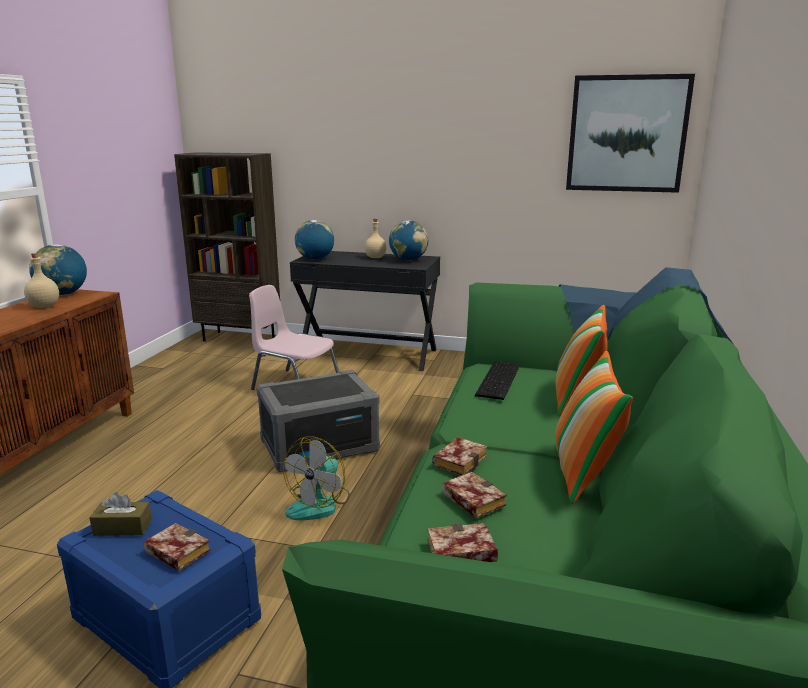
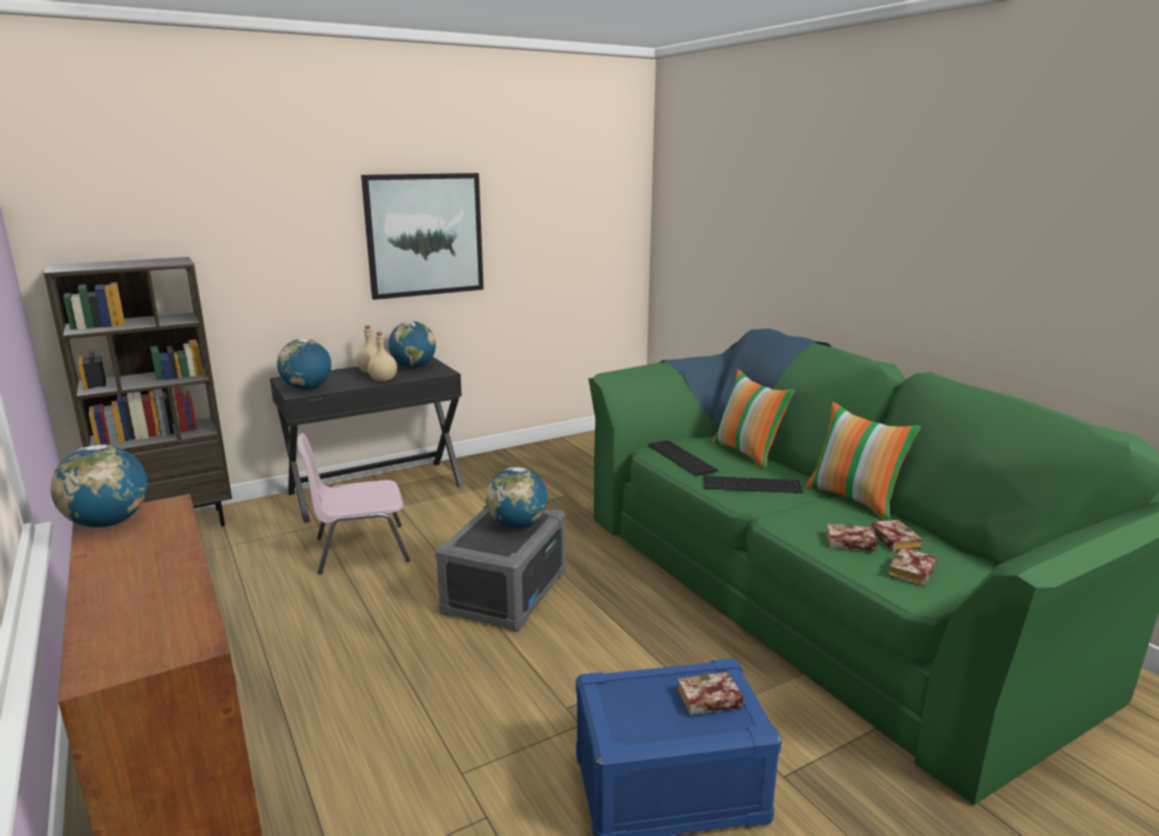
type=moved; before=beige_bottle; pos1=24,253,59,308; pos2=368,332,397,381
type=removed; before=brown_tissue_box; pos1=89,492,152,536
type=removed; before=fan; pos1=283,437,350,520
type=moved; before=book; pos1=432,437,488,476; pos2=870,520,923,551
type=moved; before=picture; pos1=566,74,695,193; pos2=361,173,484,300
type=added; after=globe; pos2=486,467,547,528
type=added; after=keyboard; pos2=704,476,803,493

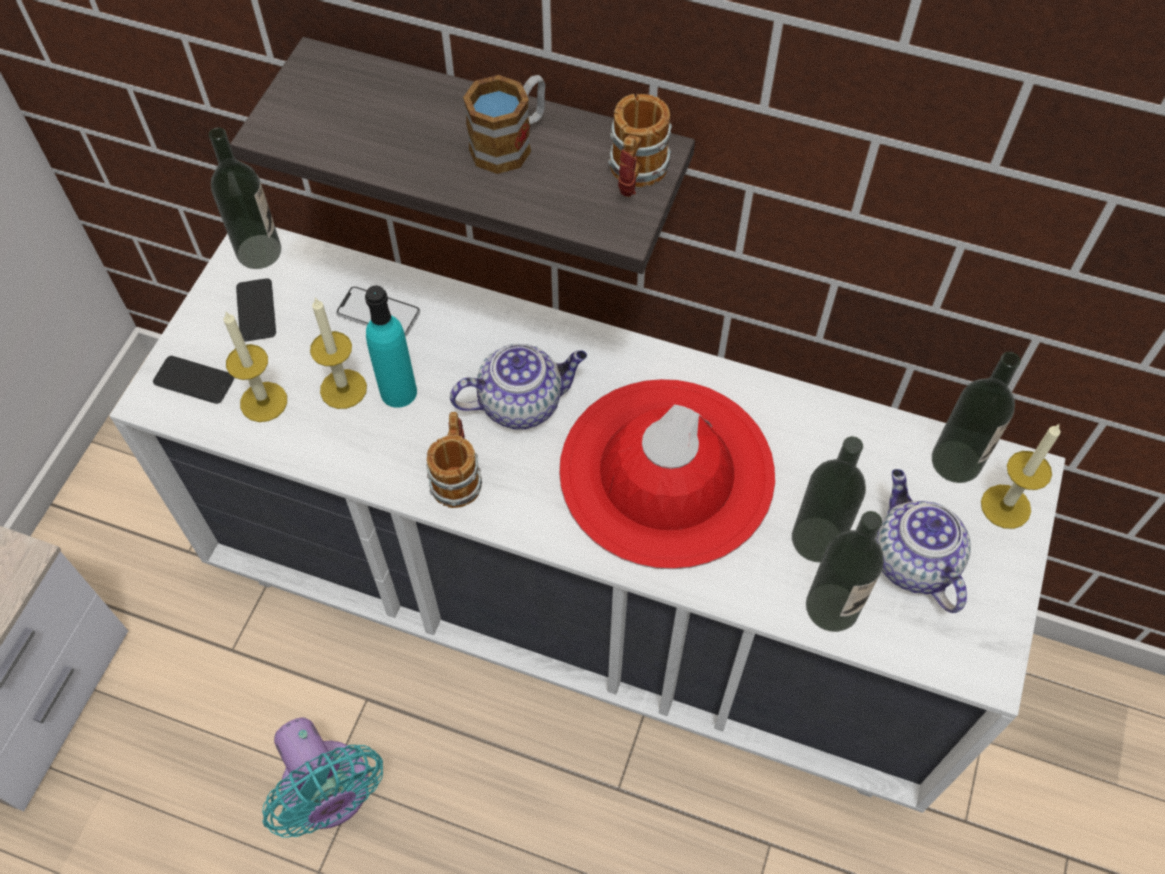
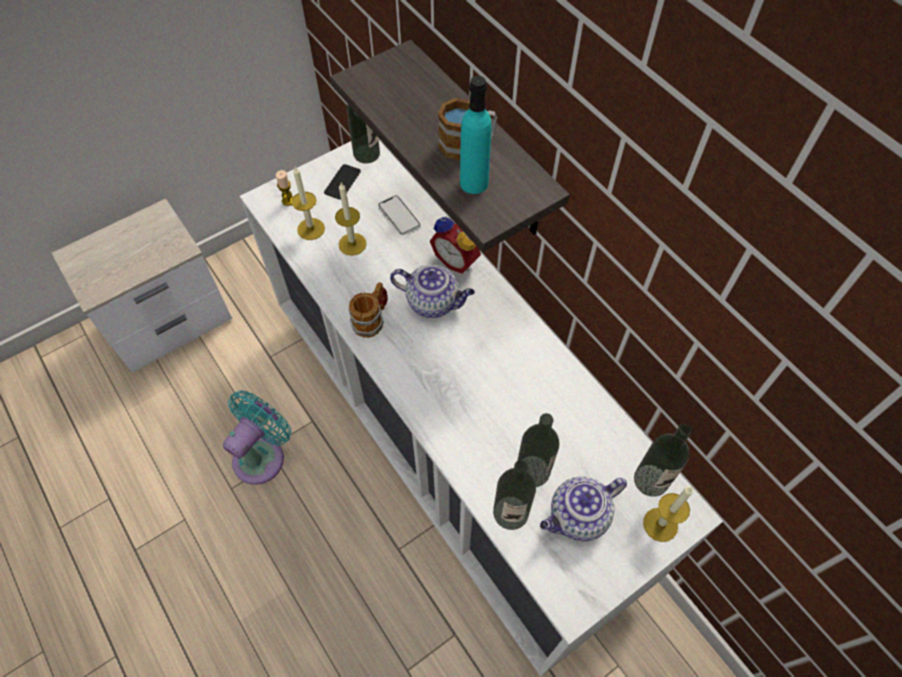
type=replaced; before=phone; after=candle; pos1=153,356,235,404; pos2=276,170,293,206
type=turned; before=turquoise_fan; pos1=262,717,383,838; pos2=223,391,291,485; turn=-150
type=moved; before=turquoise_bottle; pos1=365,286,417,408; pos2=460,76,492,194
type=removed; before=red_hat; pos1=559,379,775,569
type=removed; before=mug; pos1=608,94,672,197
type=turned; before=teapot; pos1=875,469,971,613; pos2=540,477,627,541; turn=-135
type=added; after=alarm_clock; pos2=430,216,481,274

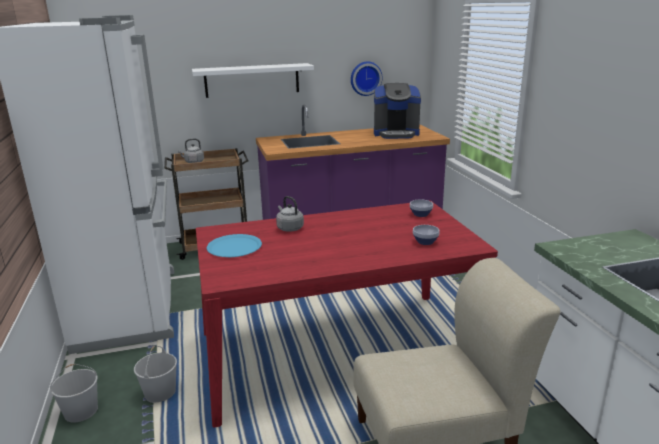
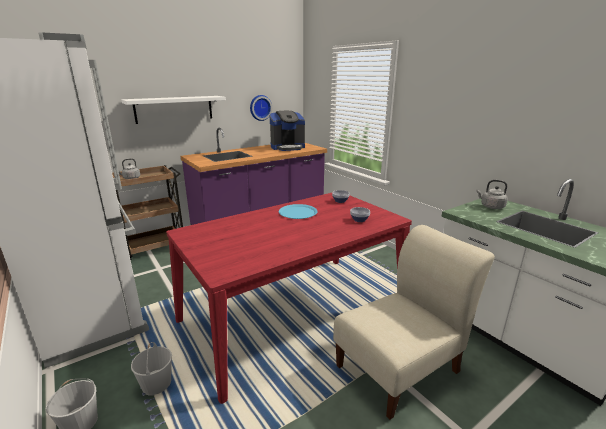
type=moved; before=blue_plate; pos1=207,234,262,257; pos2=279,204,318,219
type=moved; before=grey_kettle; pos1=276,196,304,232; pos2=476,180,508,209

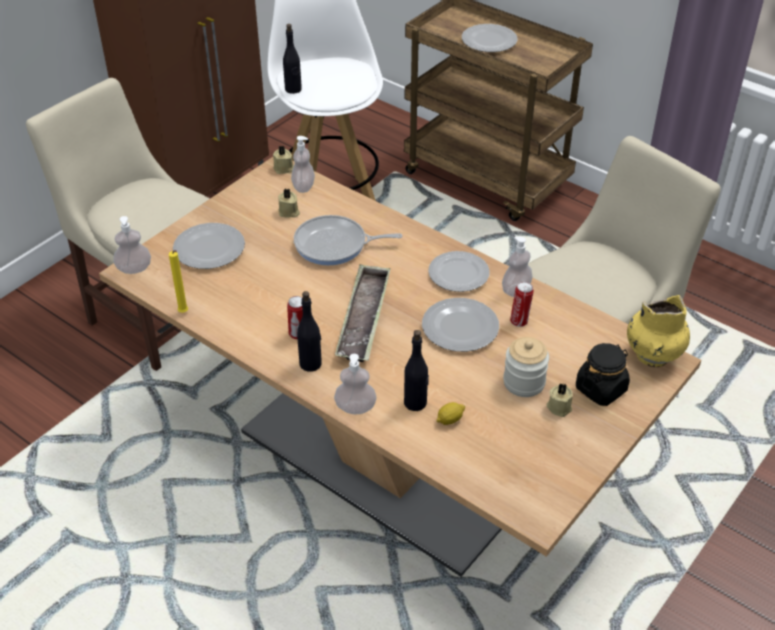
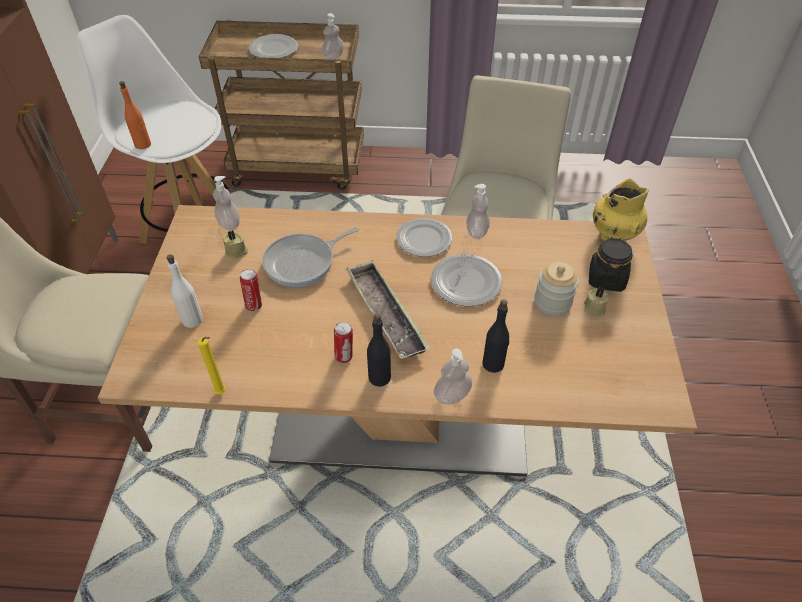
type=moved; before=soap_dispenser; pos1=113,216,151,274; pos2=322,13,344,59
type=replaced; before=plate; after=white_bottle; pos1=173,223,245,269; pos2=167,254,203,328
type=removed; before=beige_candle; pos1=273,146,294,174
type=recoloured; before=black_bottle; after=orange_bottle; pos1=283,24,302,94; pos2=119,81,151,149
type=removed; before=lemon; pos1=436,402,465,425
type=moved; before=can; pos1=510,282,534,327; pos2=240,269,262,311

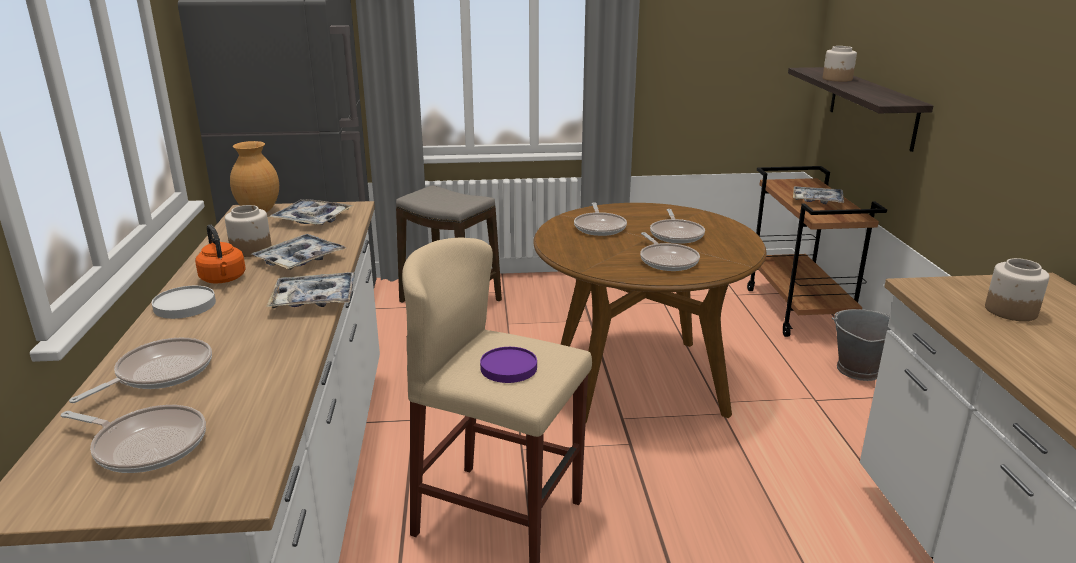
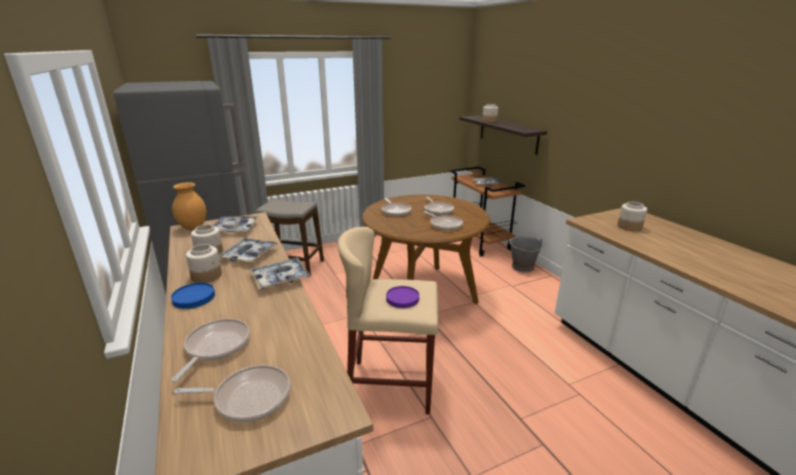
type=recoloured; before=white_plate; after=blue_plate; pos1=152,286,216,319; pos2=171,283,215,309
type=replaced; before=orange_kettle; after=jar; pos1=195,224,246,284; pos2=186,244,222,283

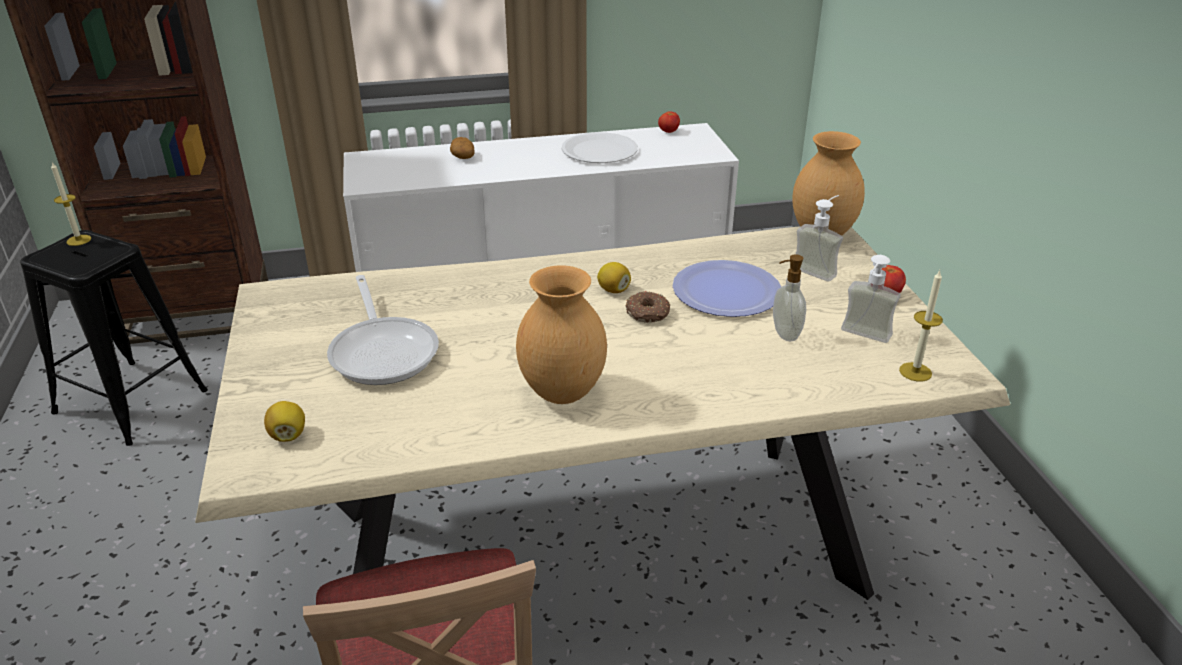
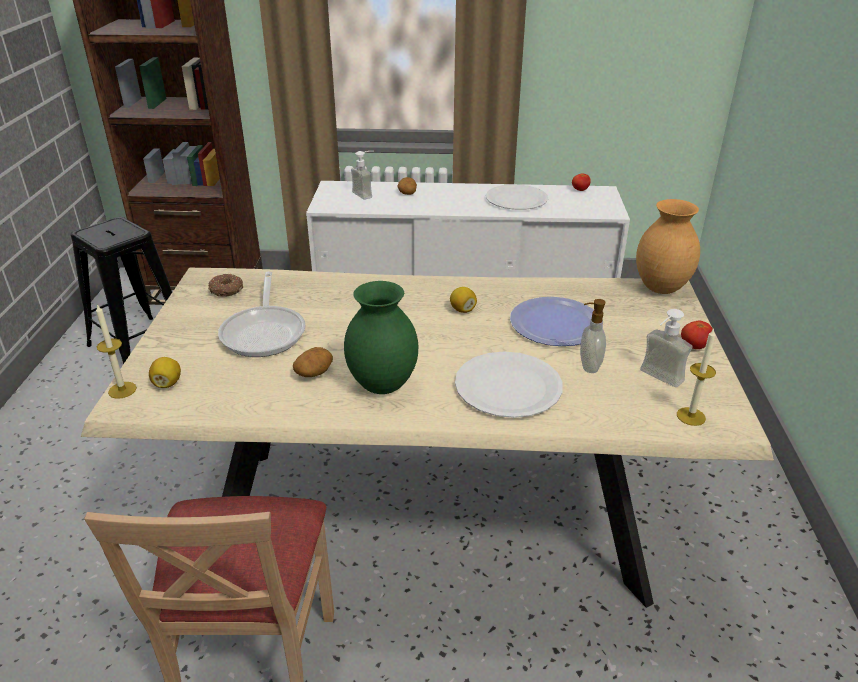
type=moved; before=candle; pos1=51,162,91,246; pos2=96,304,137,399
type=recoloured; before=brown_vase; after=green_vase; pos1=516,265,607,404; pos2=344,281,418,394
type=moved; before=donut; pos1=626,291,670,323; pos2=208,274,243,297
type=moved; before=soap_dispenser; pos1=796,195,843,282; pos2=351,151,374,200
type=added; after=potato; pos2=293,347,333,377
type=added; after=white_plate; pos2=455,351,563,418

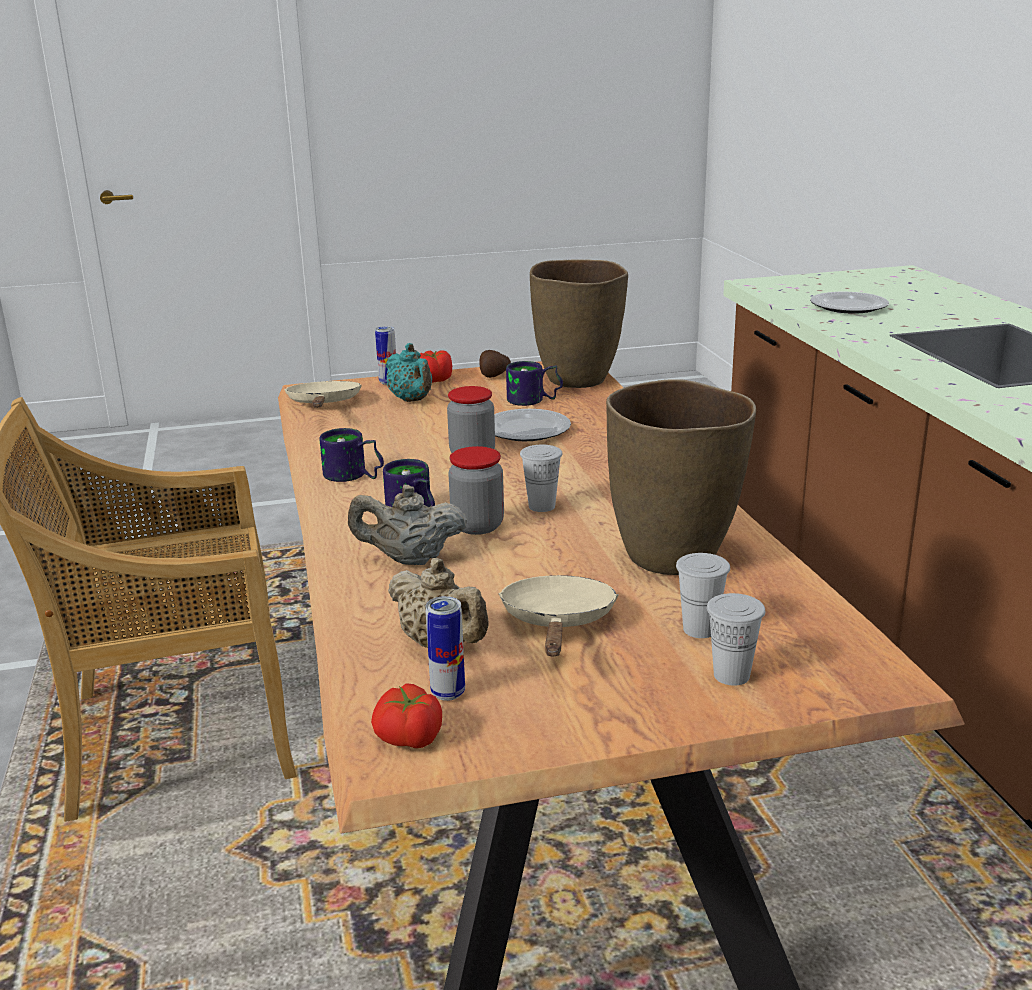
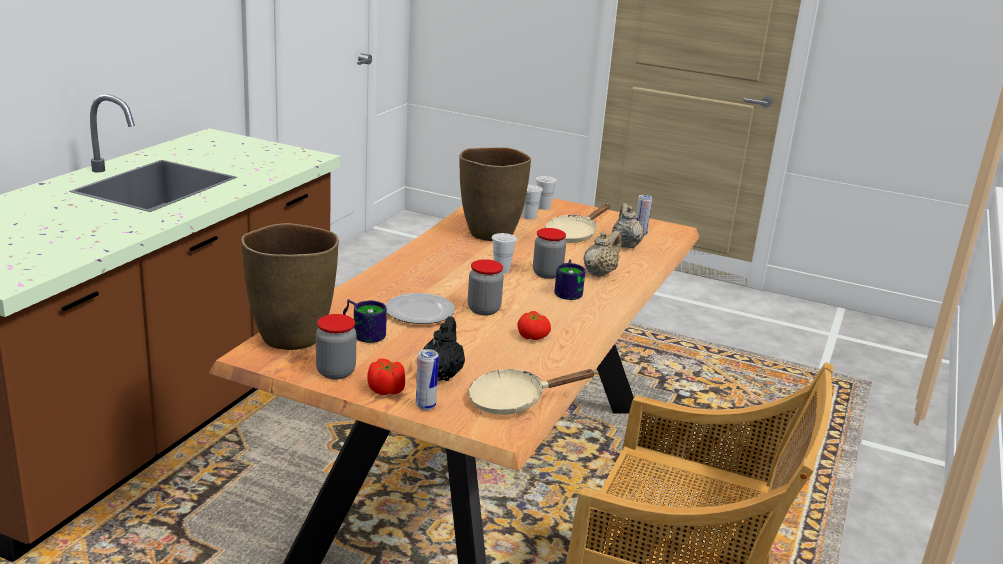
type=turned; before=beige_frying_pan; pos1=284,381,362,408; pos2=468,369,596,415; turn=45
type=removed; before=mug; pos1=320,428,384,482
type=turned; before=beige_teapot; pos1=348,485,467,565; pos2=583,231,622,277; turn=-90
type=moved; before=tomato; pos1=371,683,442,748; pos2=517,311,551,340
type=recoloured; before=turquoise_teapot; after=black_teapot; pos1=386,343,432,402; pos2=423,316,465,381
type=replaced; before=potato; after=jar; pos1=479,350,511,378; pos2=316,314,356,379
type=removed; before=plate; pos1=810,292,889,314

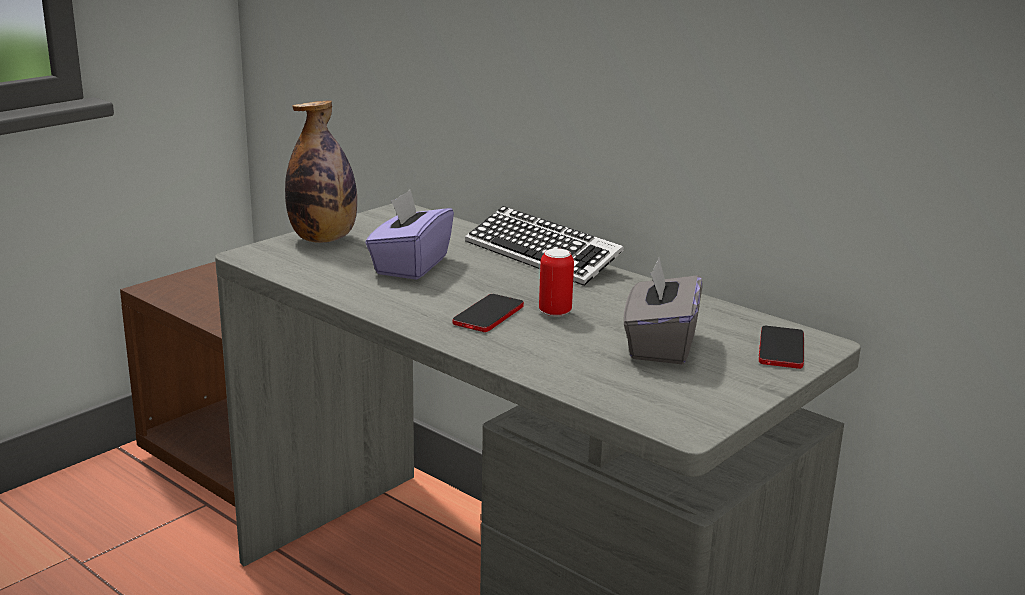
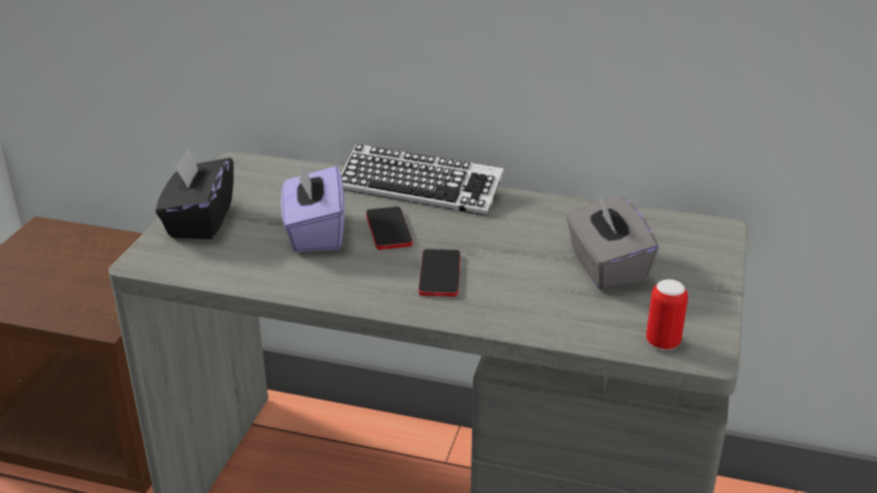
type=replaced; before=bottle; after=black_tissue_box; pos1=285,100,357,243; pos2=156,148,234,239
type=moved; before=can; pos1=539,248,574,317; pos2=646,279,688,350
type=moved; before=phone; pos1=759,326,804,369; pos2=366,206,413,250

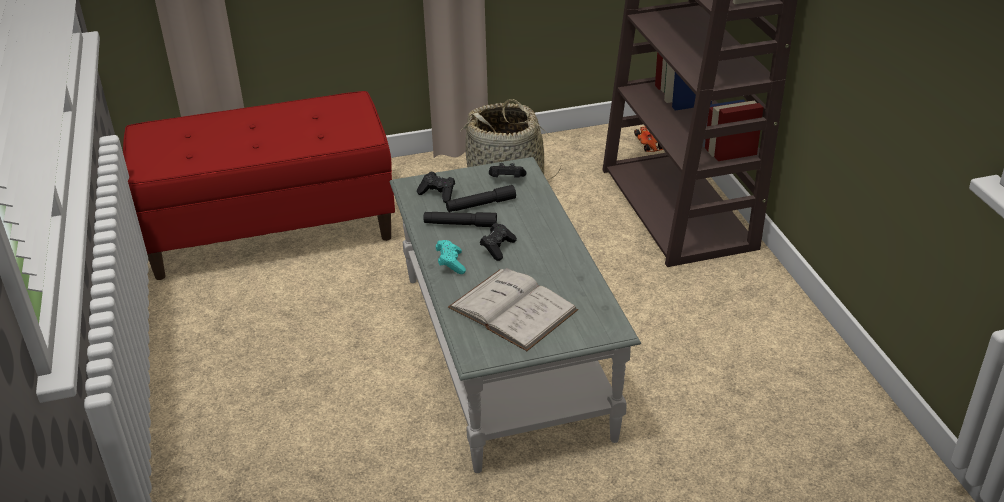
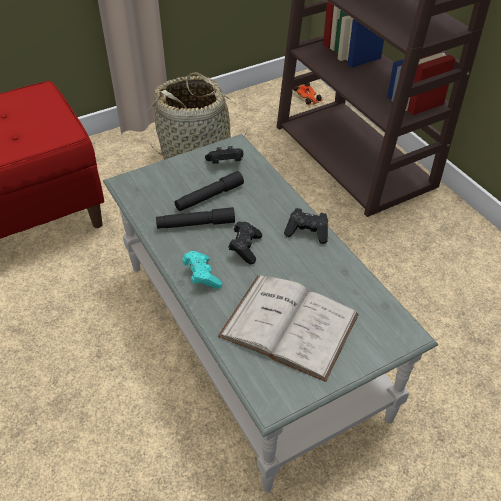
type=moved; before=black_game_controller; pos1=417,171,455,203; pos2=284,208,328,244

